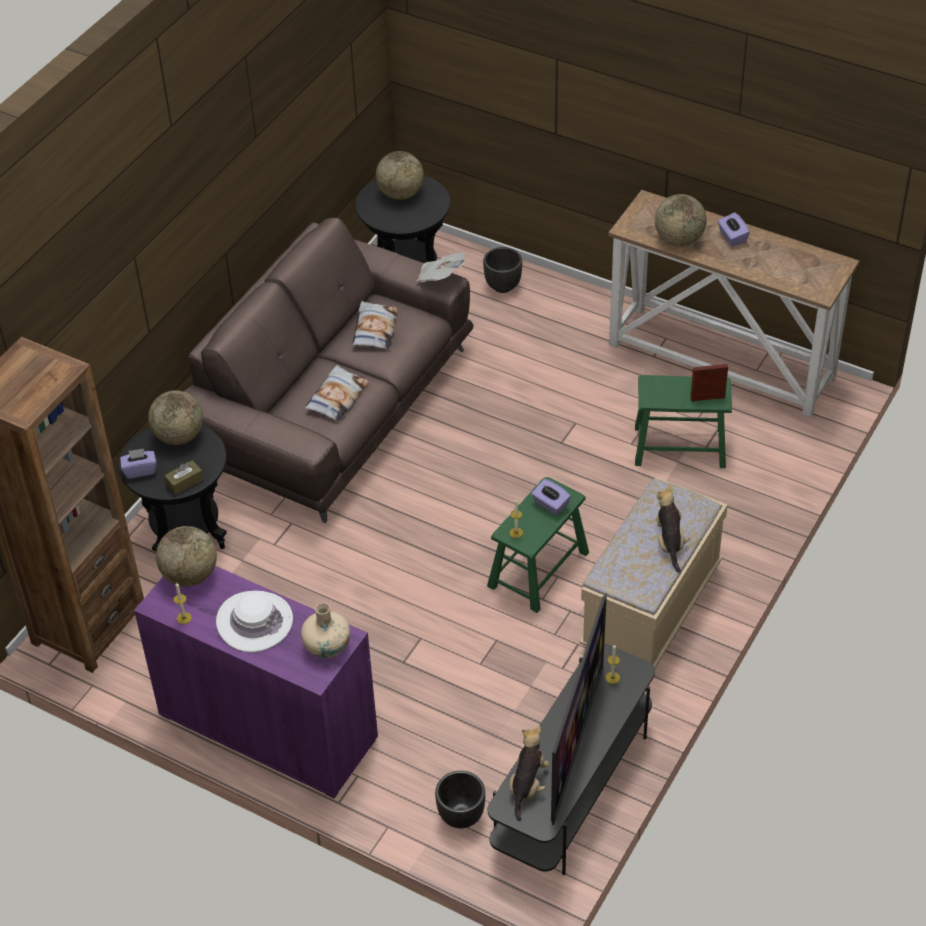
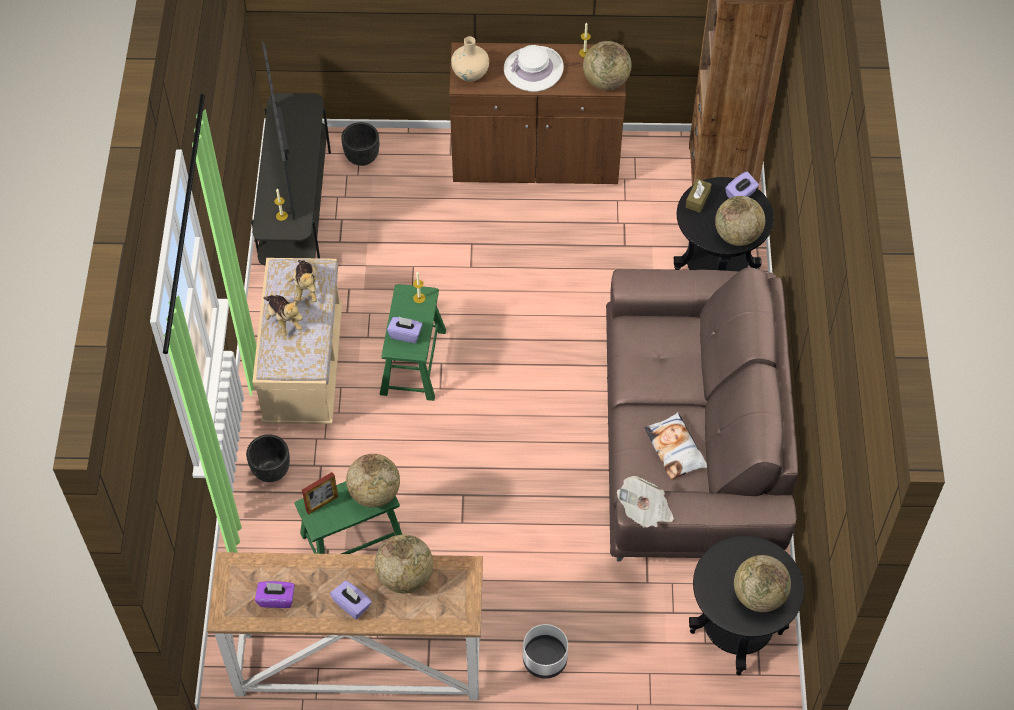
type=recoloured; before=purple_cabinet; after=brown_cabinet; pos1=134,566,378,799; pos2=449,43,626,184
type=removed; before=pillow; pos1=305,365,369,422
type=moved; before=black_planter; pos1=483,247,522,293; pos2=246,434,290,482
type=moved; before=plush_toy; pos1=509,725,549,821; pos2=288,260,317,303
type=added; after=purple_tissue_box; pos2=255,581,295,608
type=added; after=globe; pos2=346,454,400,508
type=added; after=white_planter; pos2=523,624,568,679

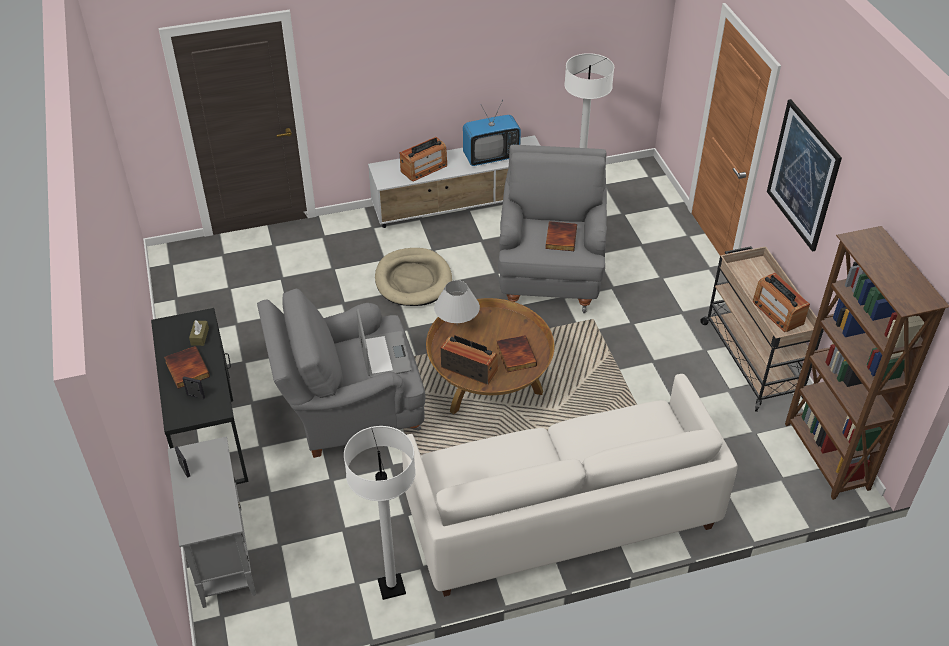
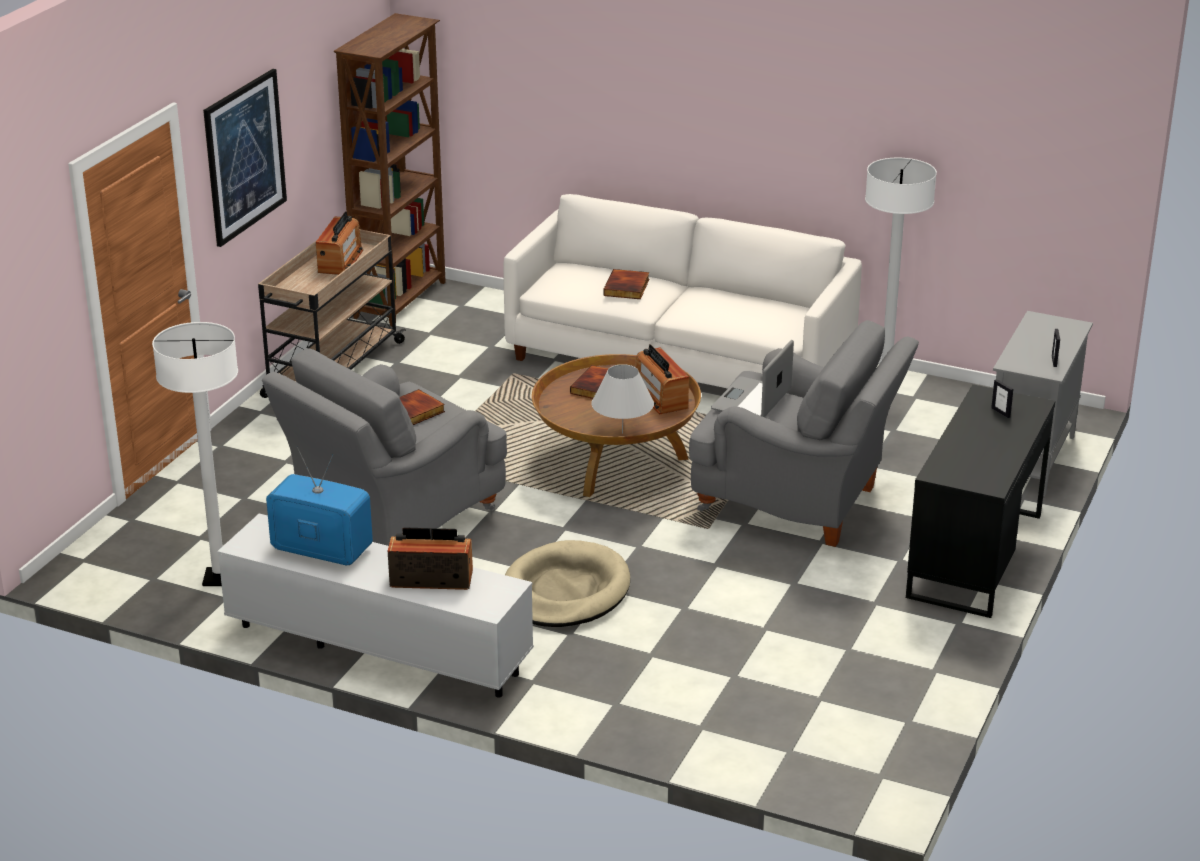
type=moved; before=book; pos1=164,346,210,389; pos2=603,269,649,299
type=removed; before=brown_tissue_box; pos1=189,320,209,346

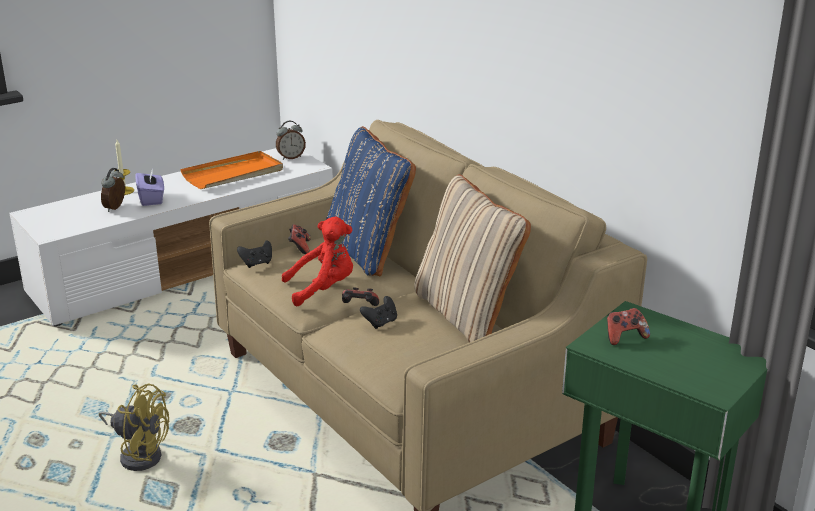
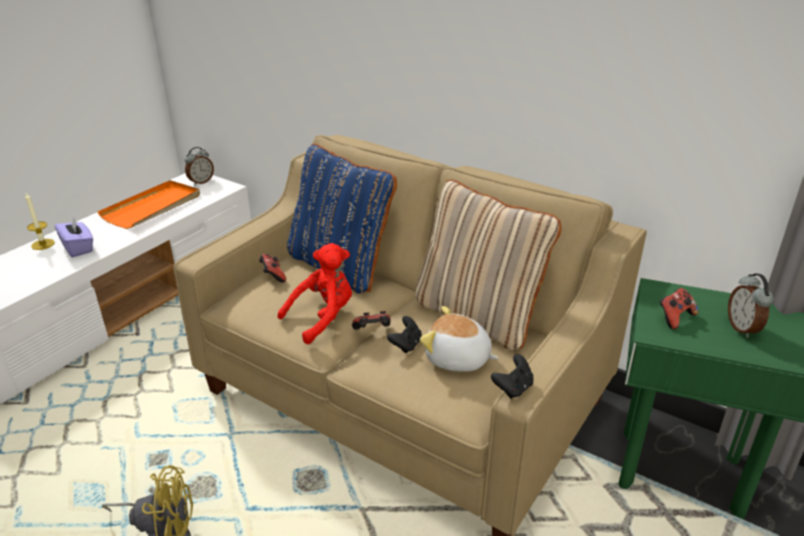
type=moved; before=alarm_clock; pos1=101,168,125,212; pos2=728,274,774,338
type=moved; before=black_game_controller; pos1=237,241,272,268; pos2=491,354,533,399
type=added; after=plush_toy; pos2=420,306,499,372

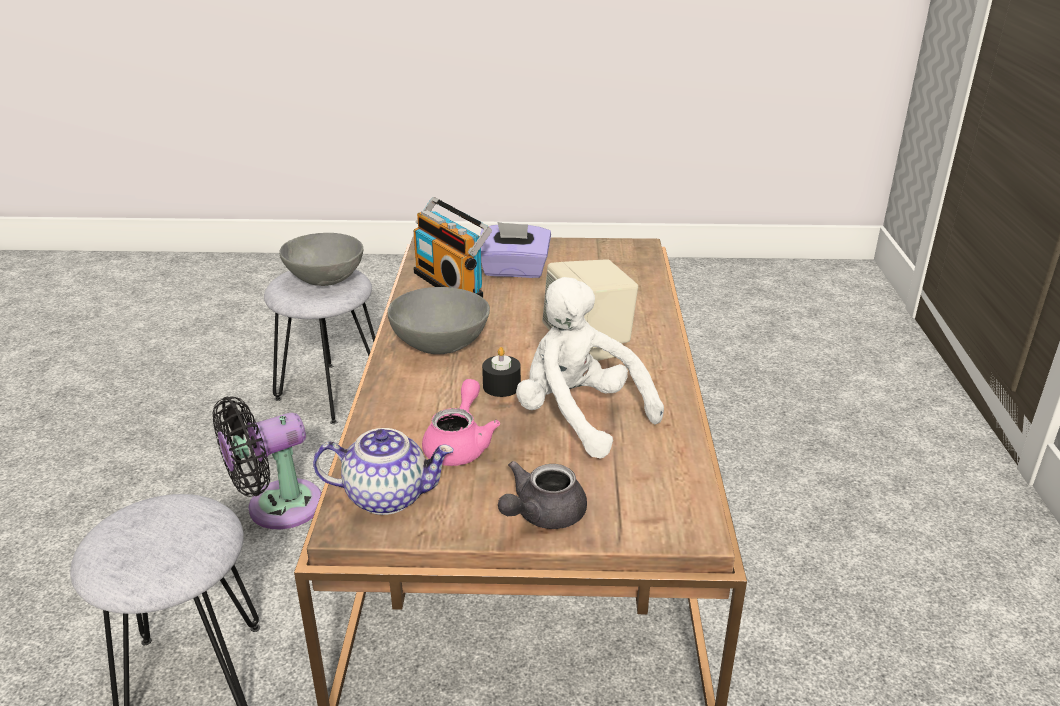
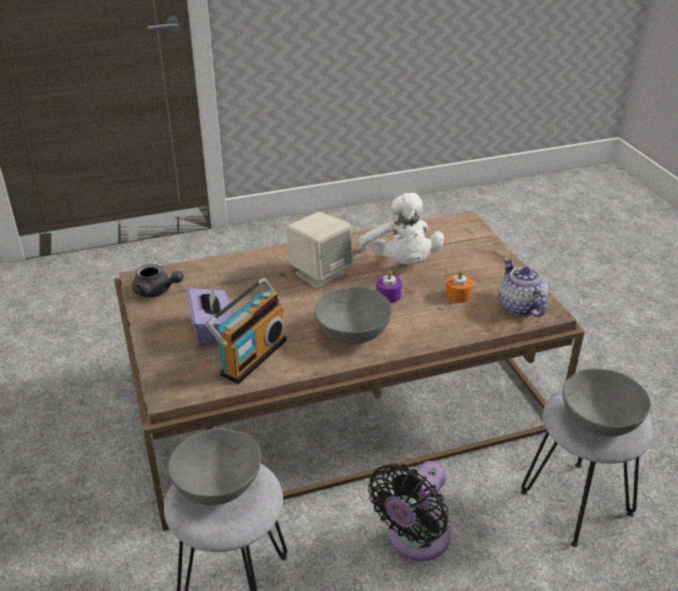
type=turned; before=black_fan; pos1=212,397,322,529; pos2=368,461,451,561; turn=90
type=replaced; before=pink_teapot; after=orange_candle; pos1=422,379,500,466; pos2=446,270,473,303
type=recoloured; before=black_candle; after=purple_candle; pos1=482,347,521,397; pos2=376,270,402,303
type=moved; before=grey_teapot; pos1=498,461,587,529; pos2=132,264,184,297
type=turned; before=white_plush_toy; pos1=516,277,664,459; pos2=358,193,444,265; turn=-45
type=added; after=grey_bowl; pos2=562,368,651,437

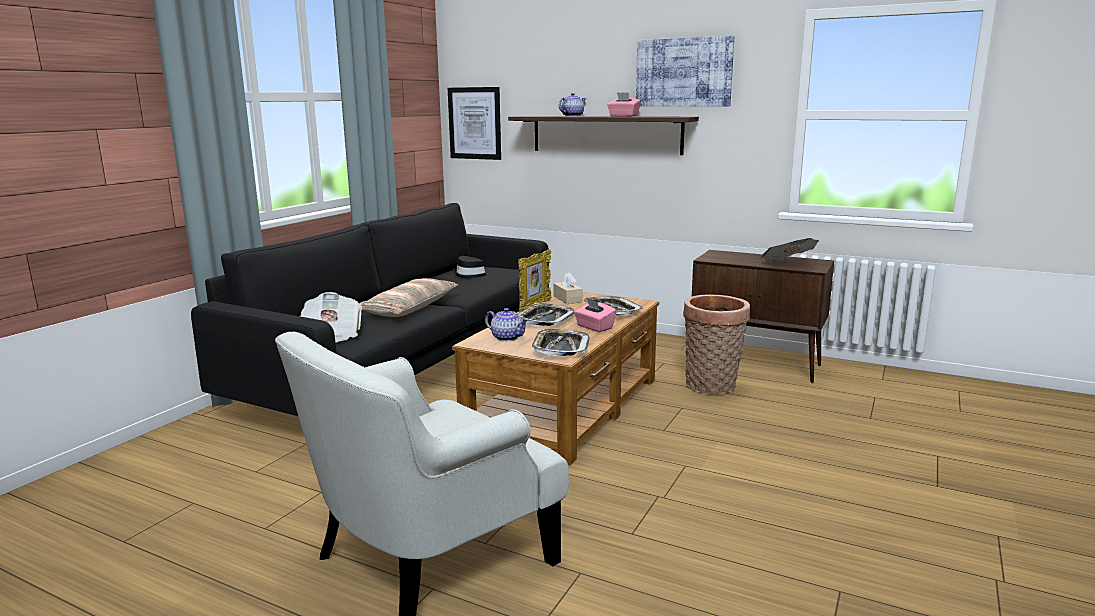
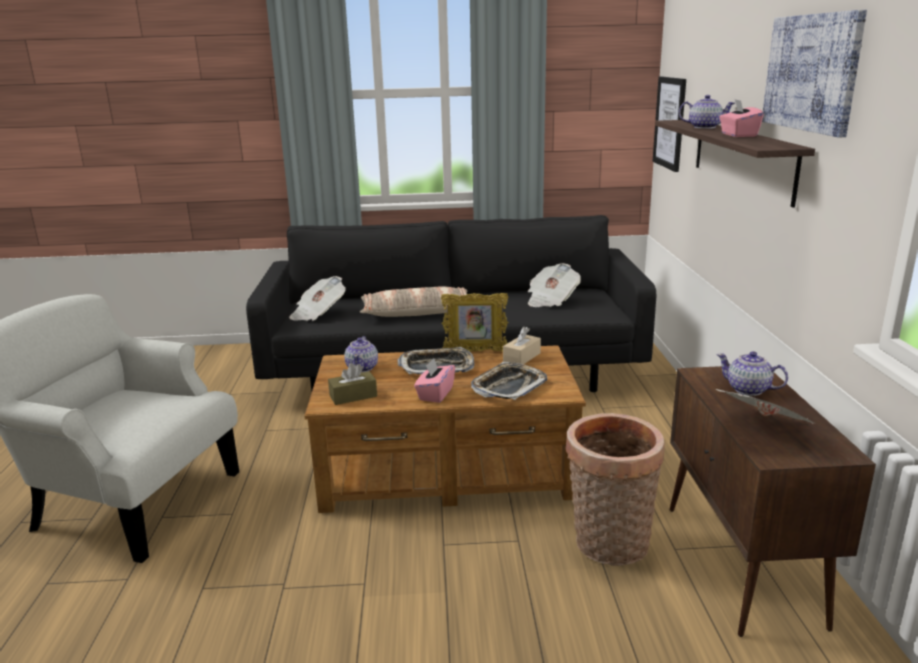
type=replaced; before=black_hat; after=newspaper; pos1=453,256,490,279; pos2=528,263,581,307
type=replaced; before=tray; after=brown_tissue_box; pos1=532,329,590,356; pos2=328,363,377,405
type=added; after=teapot; pos2=717,351,788,396

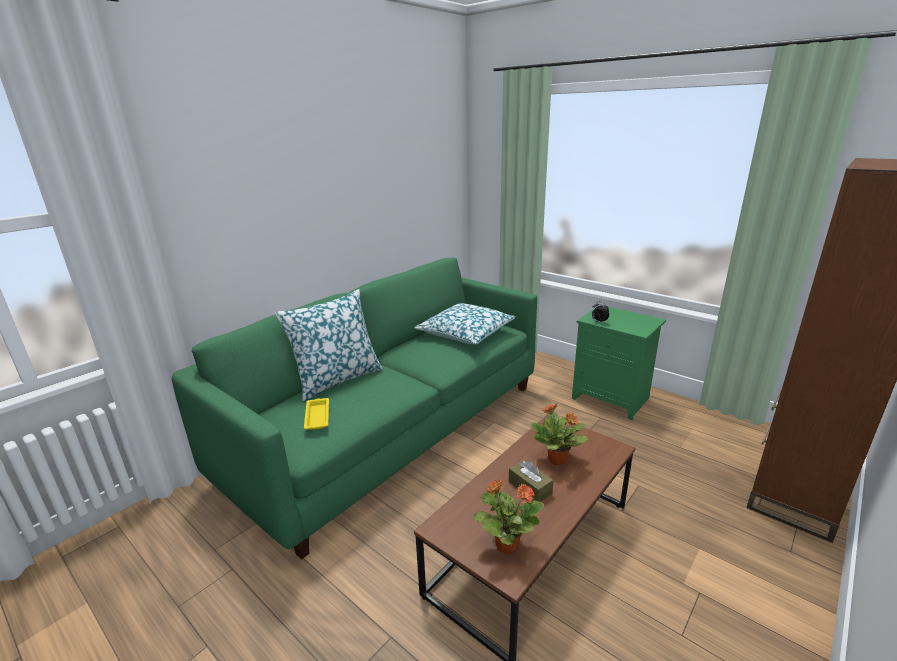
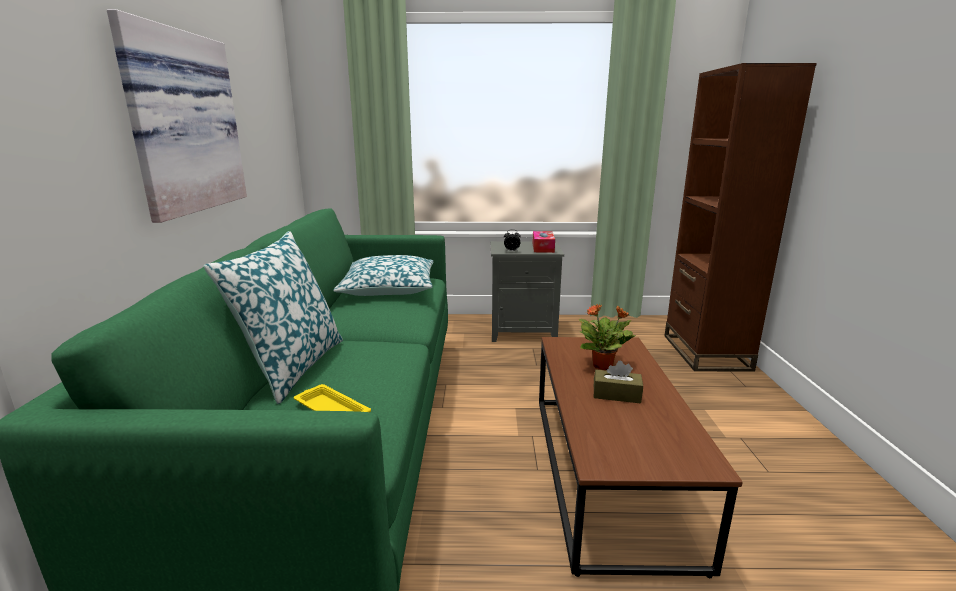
type=removed; before=potted_plant; pos1=473,479,544,554
type=recoloured; before=green_nightstand; after=grey_nightstand; pos1=572,305,666,420; pos2=491,241,564,342
type=added; after=picture; pos2=107,9,247,223
type=added; after=tissue_box; pos2=532,231,555,253

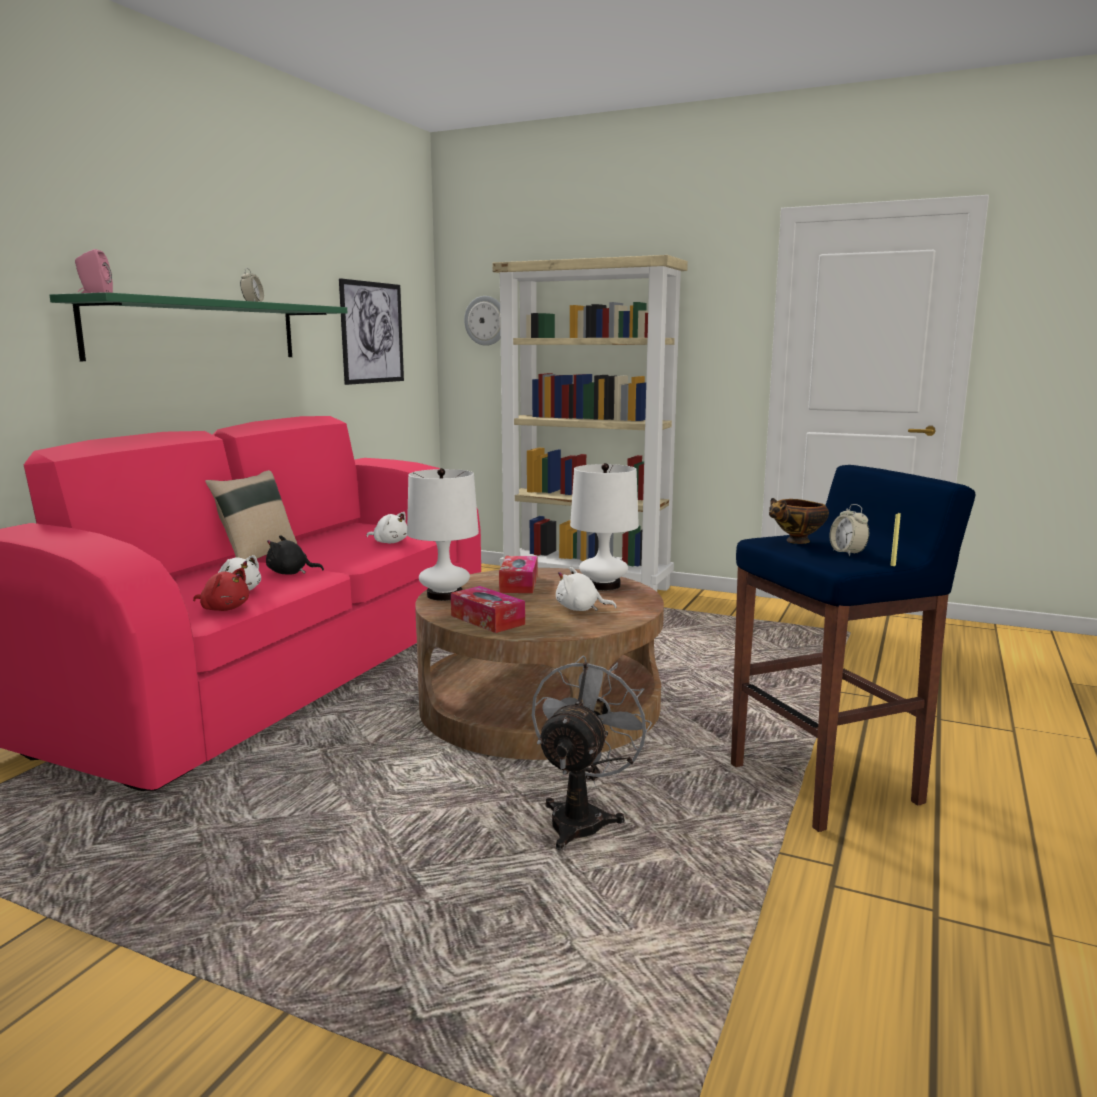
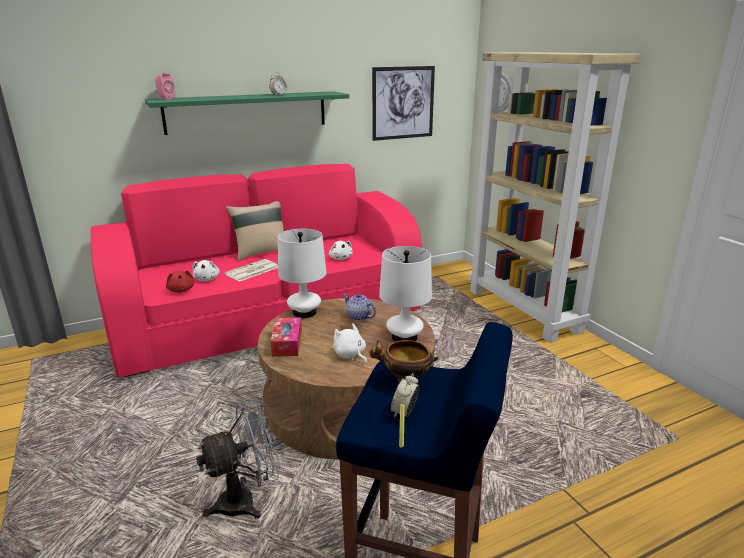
type=replaced; before=black_plush_toy; after=newspaper; pos1=266,535,324,575; pos2=224,259,278,282
type=replaced; before=tissue_box; after=teapot; pos1=499,556,537,593; pos2=343,294,376,321

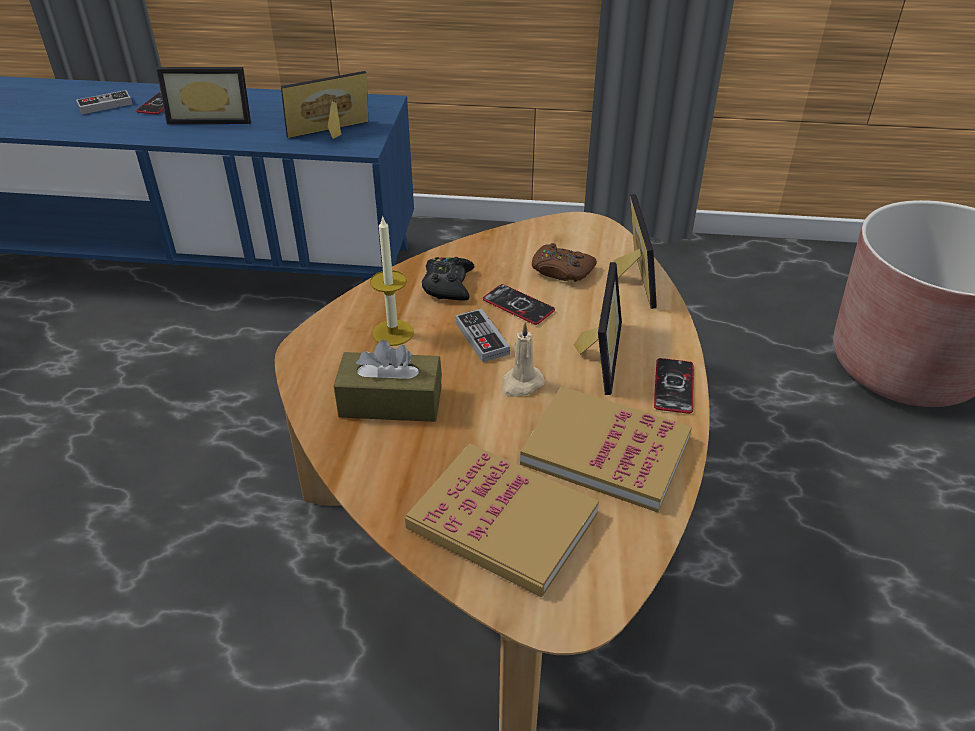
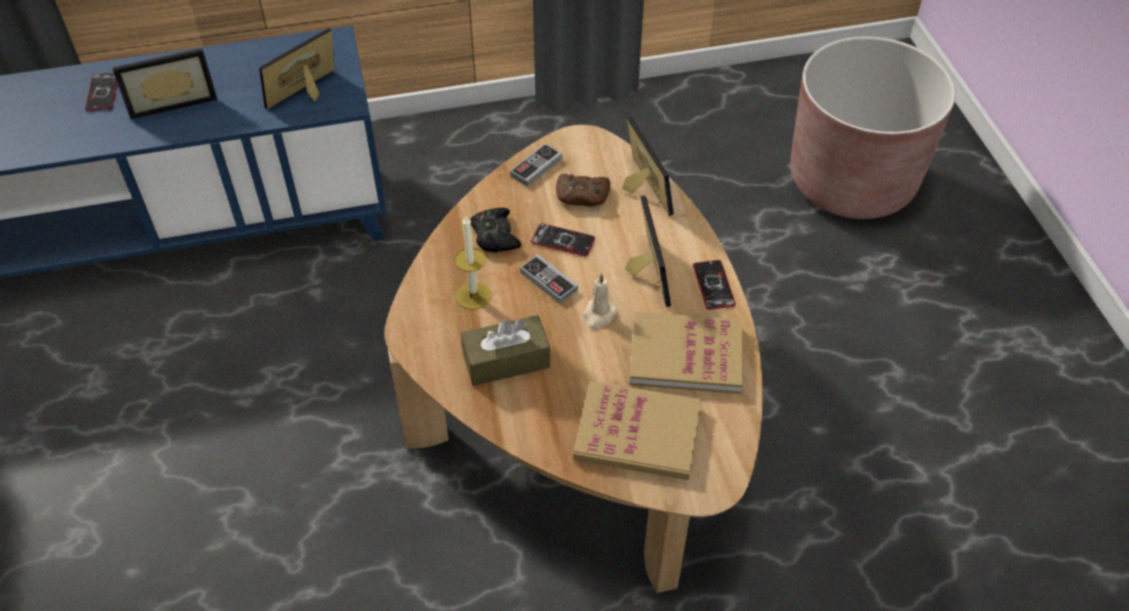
type=moved; before=game_controller; pos1=76,90,132,114; pos2=510,143,562,187

